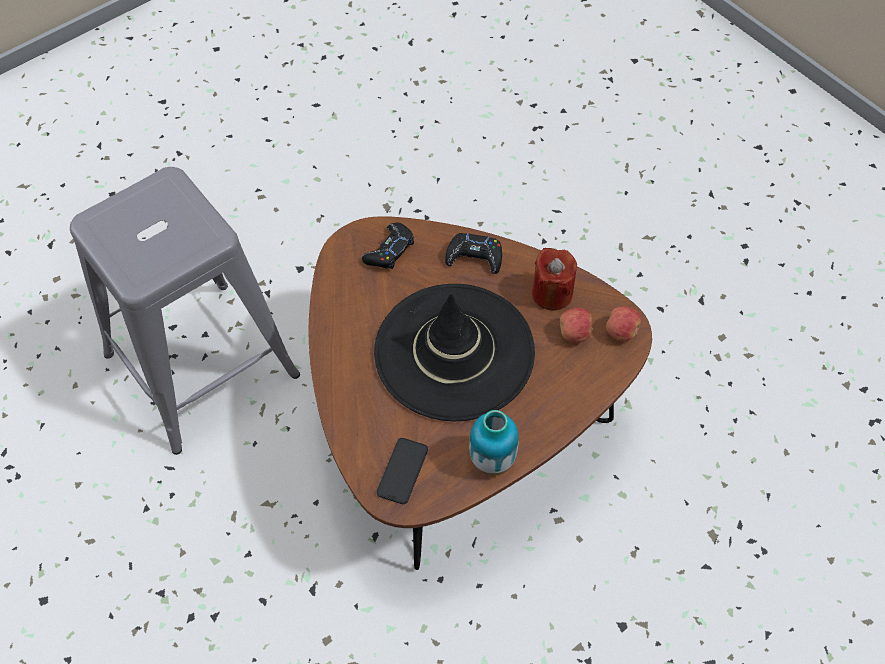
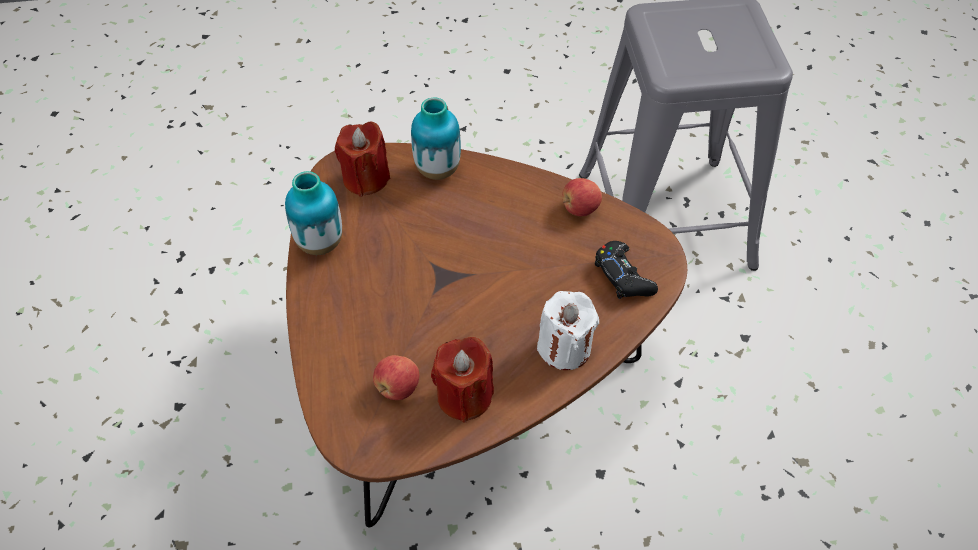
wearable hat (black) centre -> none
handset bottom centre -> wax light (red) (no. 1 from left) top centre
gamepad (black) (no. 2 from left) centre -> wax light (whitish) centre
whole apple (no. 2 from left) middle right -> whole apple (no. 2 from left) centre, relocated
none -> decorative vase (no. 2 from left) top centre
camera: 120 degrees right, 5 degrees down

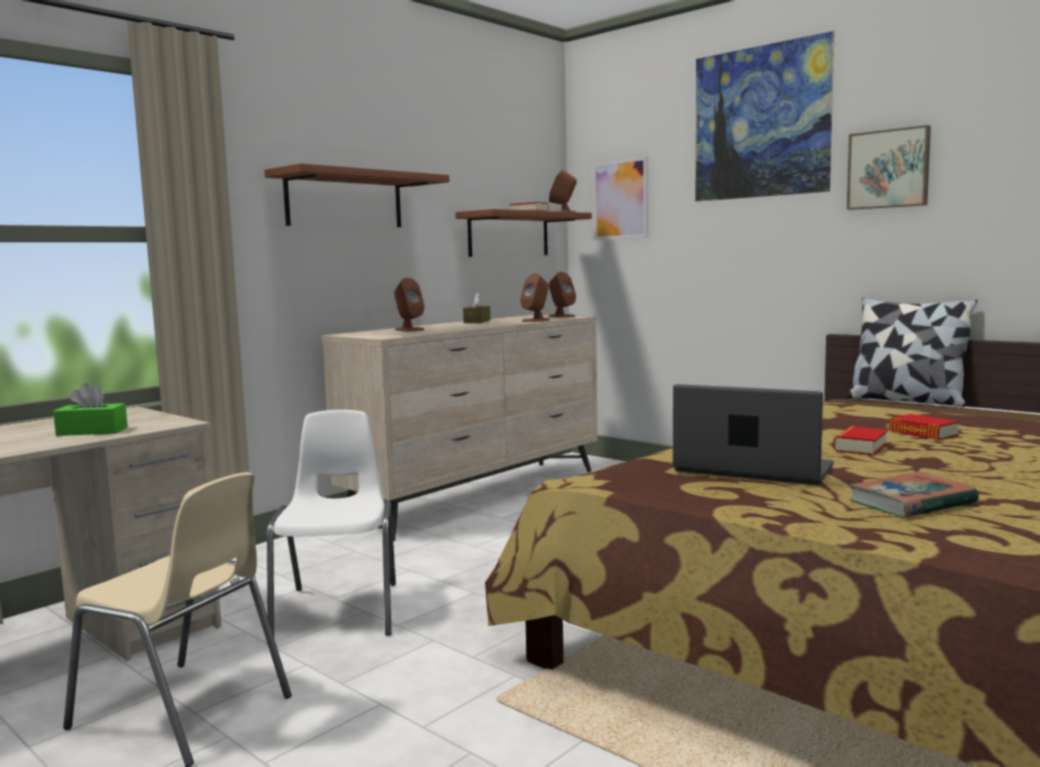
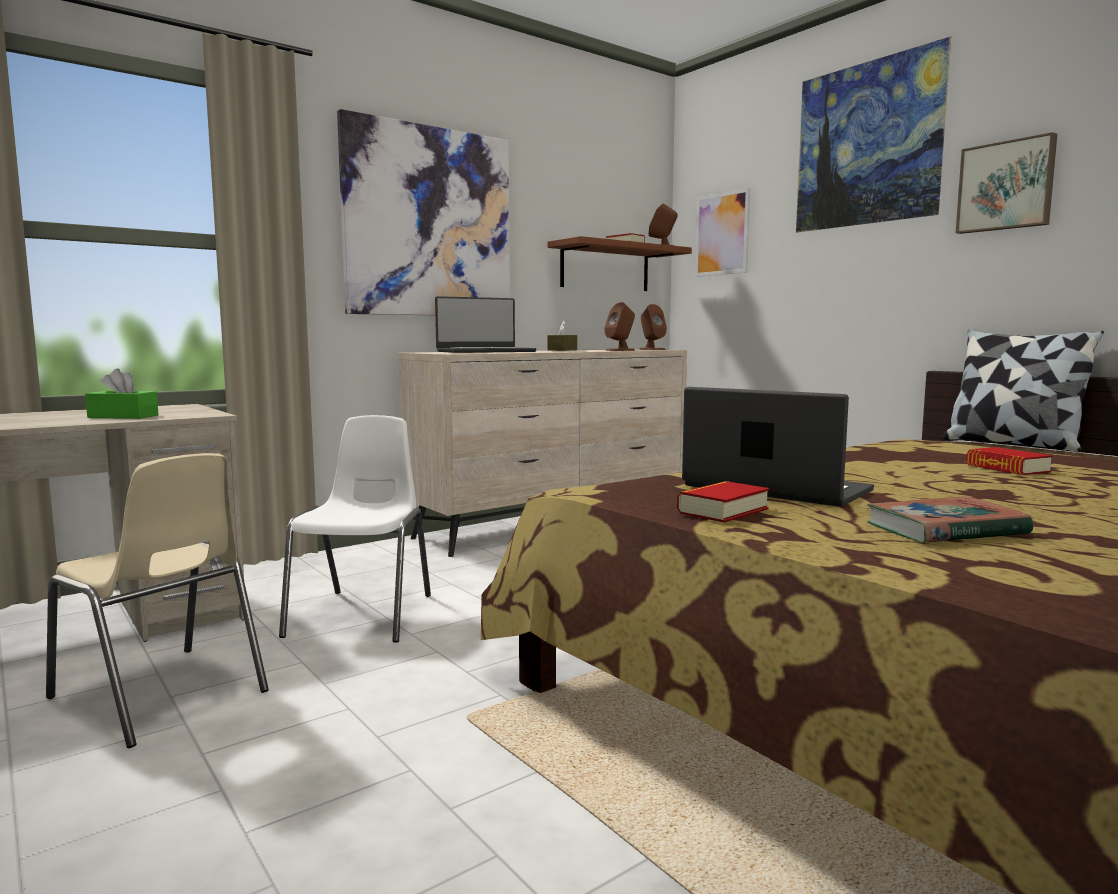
bracket shelf (brown-coloured) (no. 1 from left) top centre -> picture (no. 1 from left) top centre
loudspeaker (brown-coloured) (no. 1 from left) centre -> portable computer (no. 1 from left) centre
book (no. 2 from left) middle right -> book (no. 2 from left) centre, relocated
camera: 10 degrees right, 0 degrees up

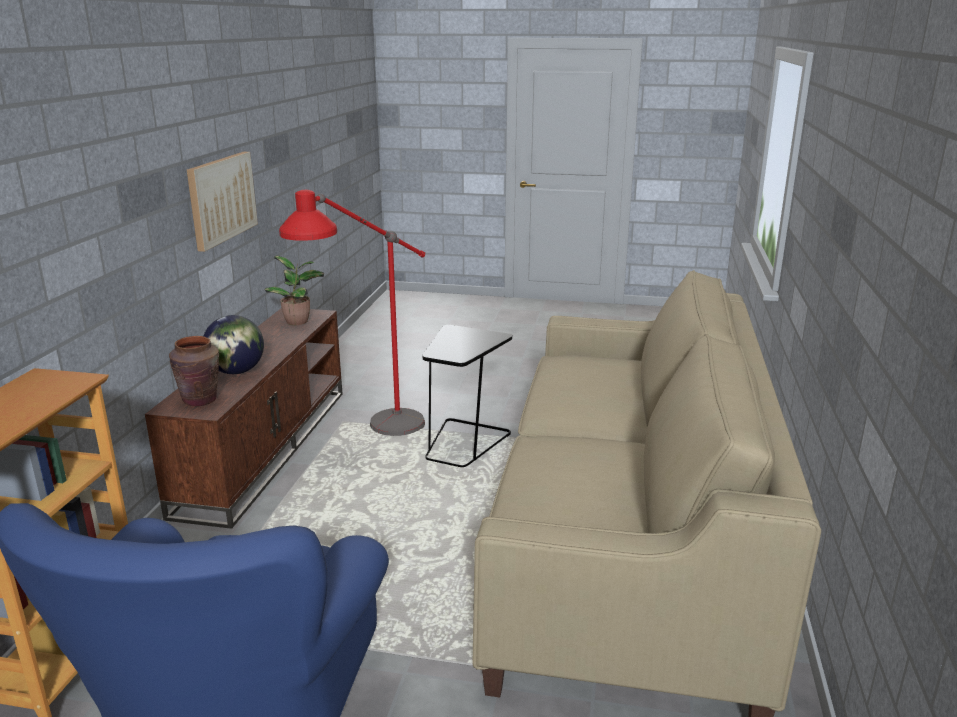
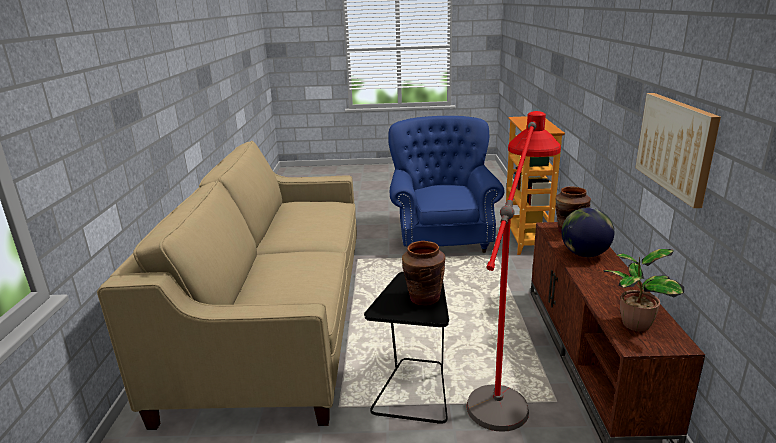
none -> decorative vase (brown-coloured) (no. 1 from left) centre
camera: 170 degrees right, 0 degrees up

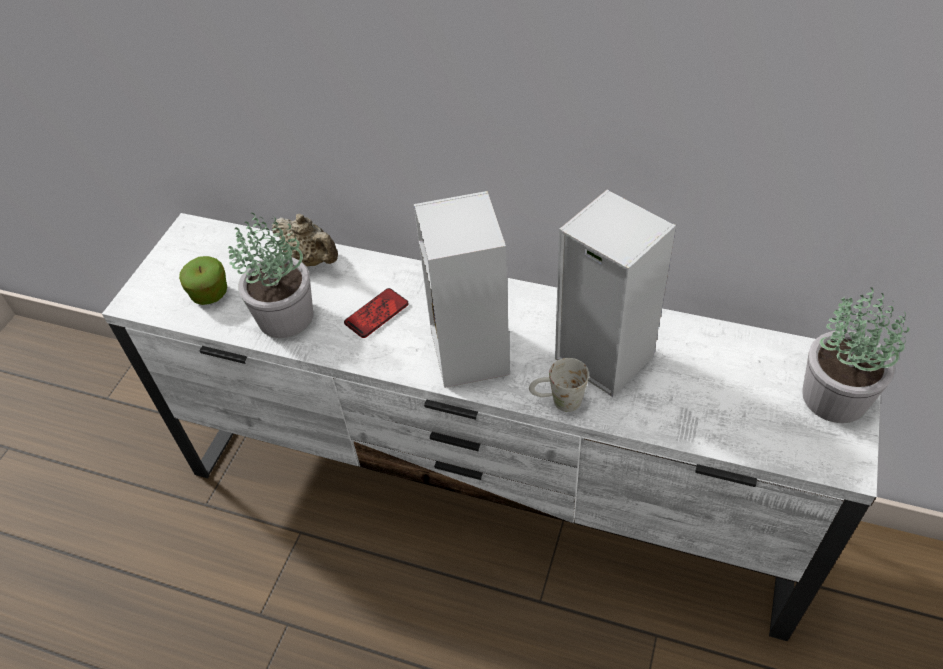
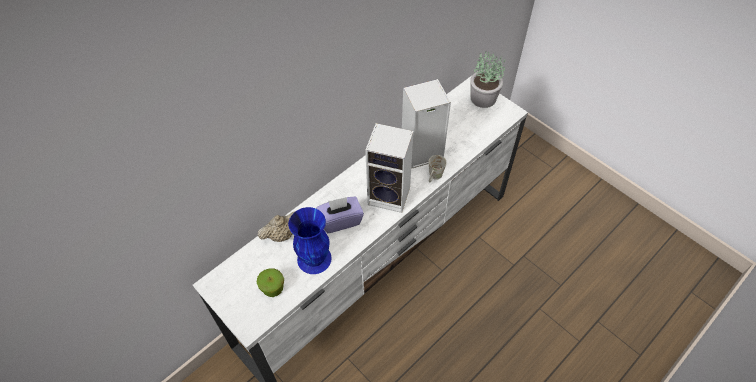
houseplant (no. 1 from left) middle left -> decorative vase (blue) centre
handset centre -> box of tissues (purple) centre
camera: 65 degrees left, 5 degrees up

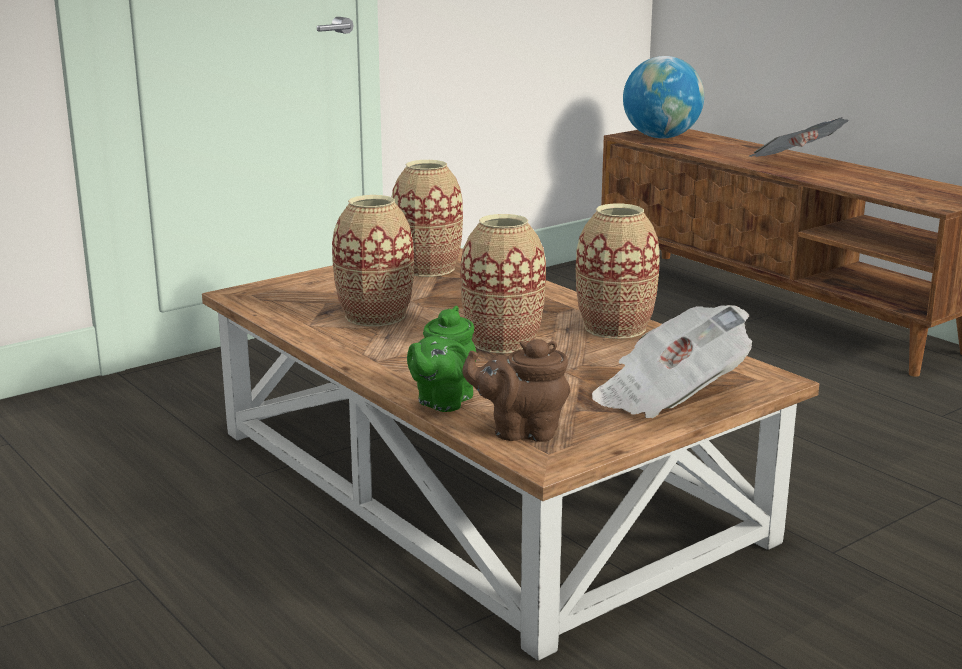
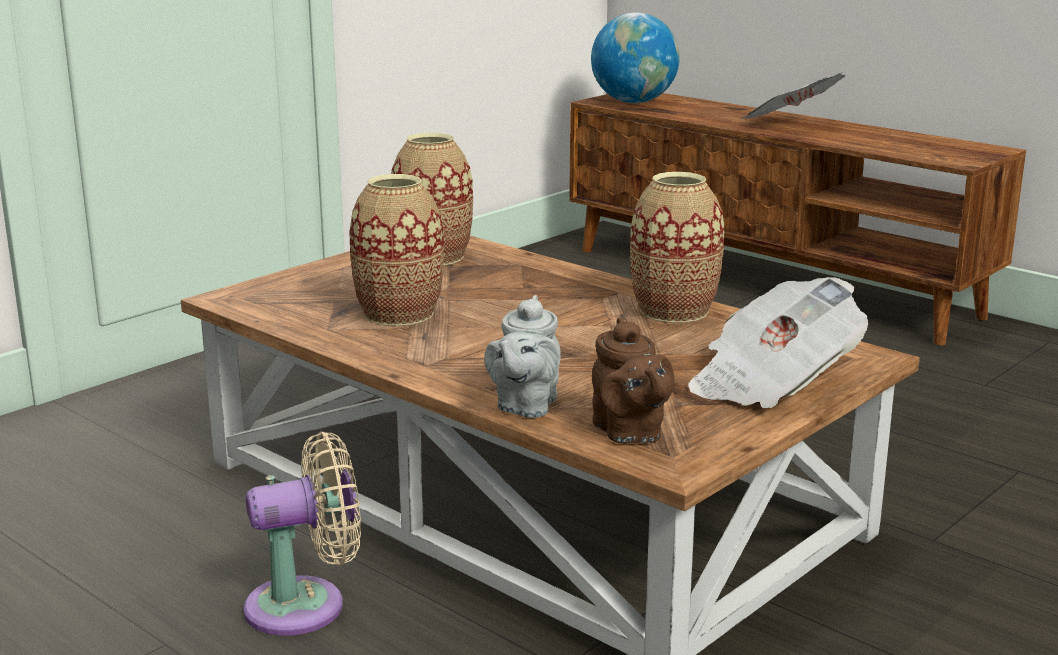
pot for tea (green) centre -> pot for tea (gray) centre
decorative vase (no. 3 from left) centre -> none
pot for tea (brown-coloured) centre, 105 degrees counterclockwise
none -> electric fan (beige) bottom left
camera: 10 degrees left, 0 degrees up

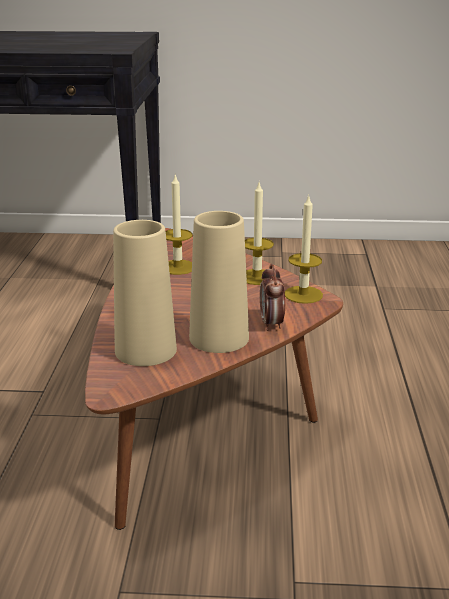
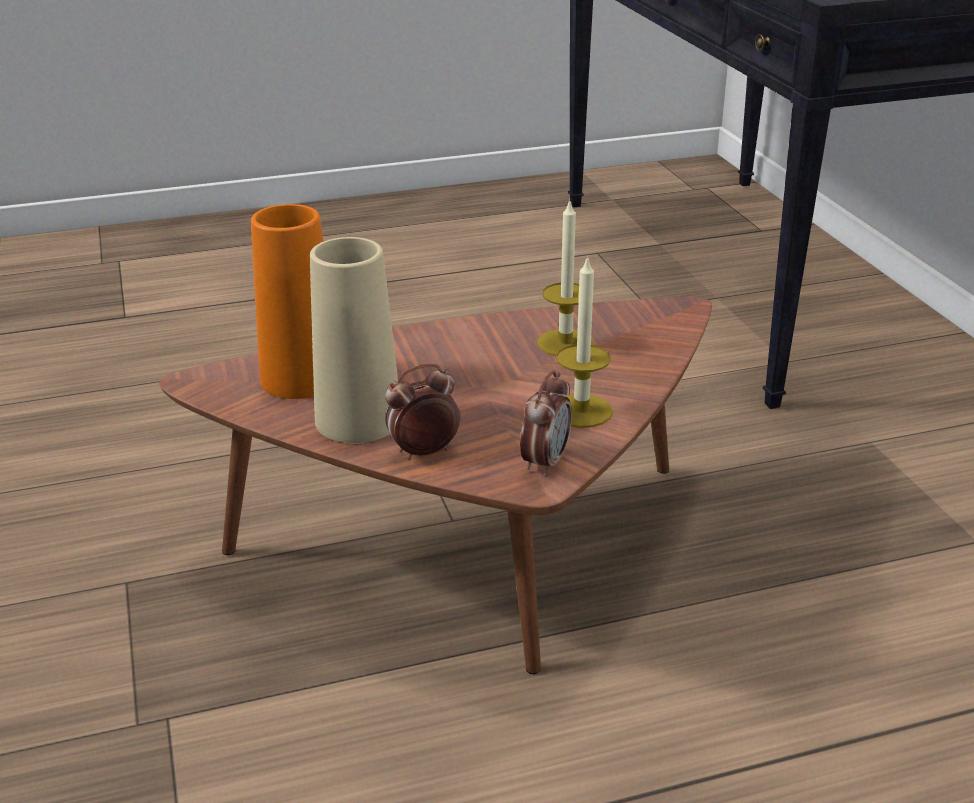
decorative vase (beige) (no. 1 from left) middle left -> decorative vase (orangey) middle left
wax light (no. 3 from left) middle right -> table clock (no. 2 from left) centre
camera: 70 degrees right, 5 degrees up

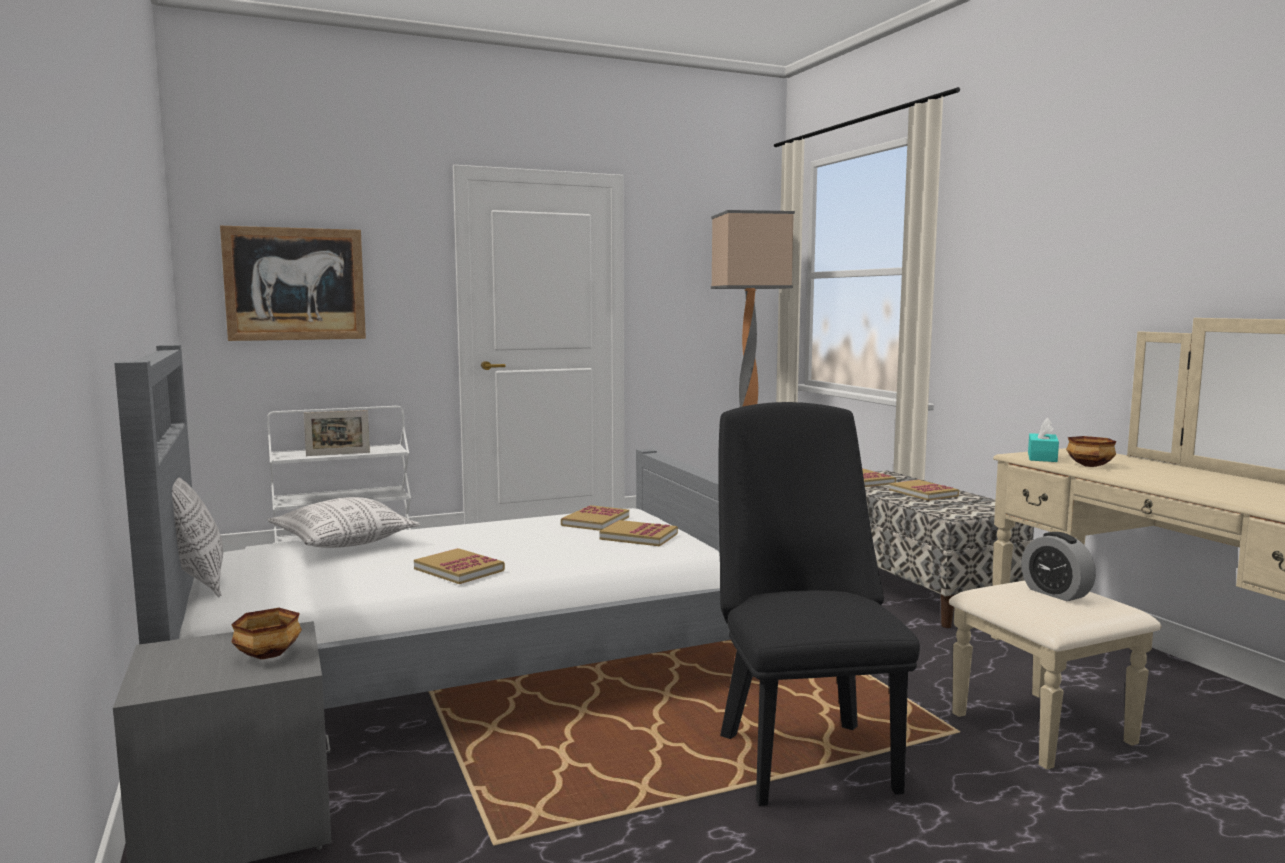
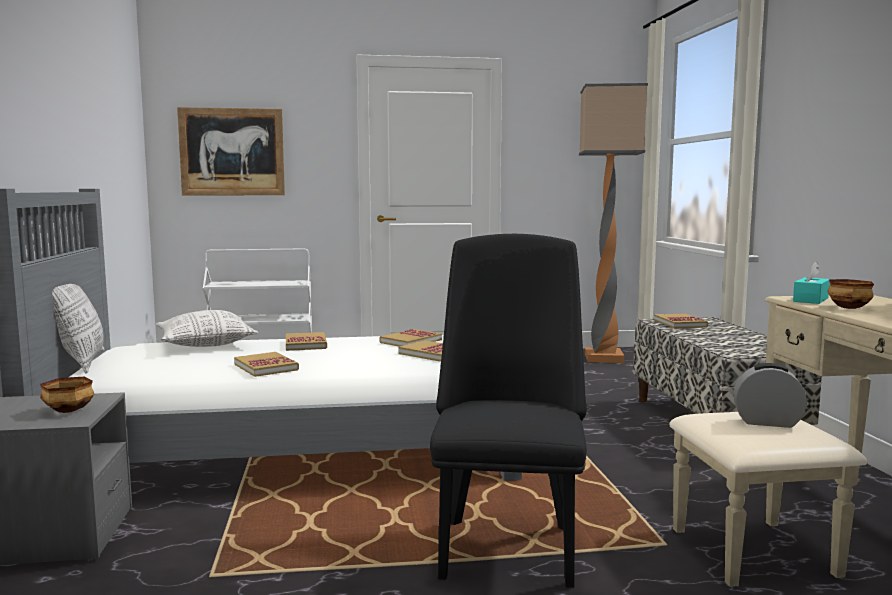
picture frame middle left -> none
book (no. 5 from left in the first image) middle right -> book (no. 2 from left) centre, relocated
table clock middle right, 120 degrees clockwise
camera: 15 degrees right, 0 degrees up

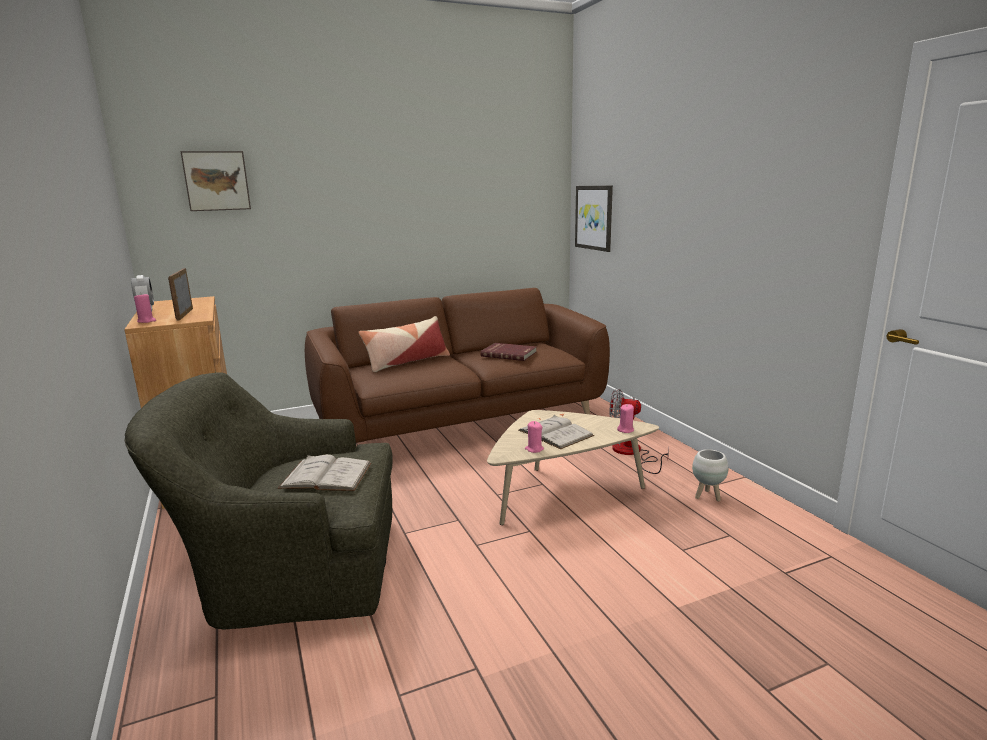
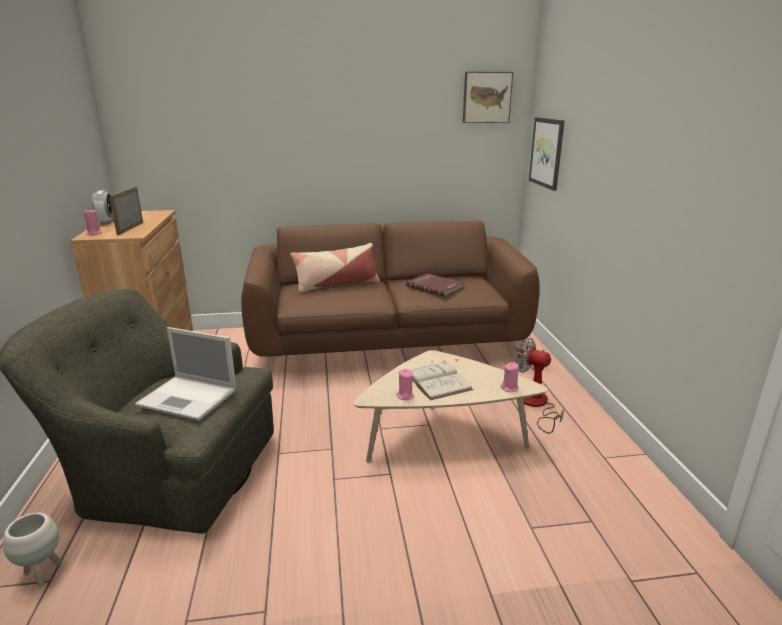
picture (no. 1 from left) top left -> picture (no. 1 from left) top centre, relocated
book (whitish) (no. 1 from left) middle left -> portable computer middle left
planter (whitish) middle right -> planter (whitish) bottom left, relocated
camera: 15 degrees right, 5 degrees up

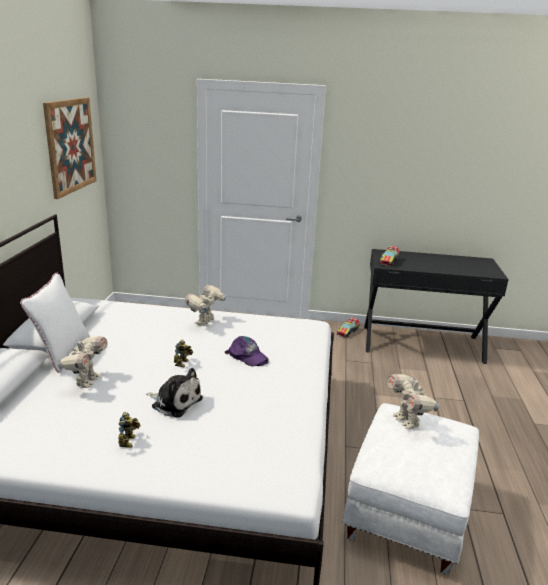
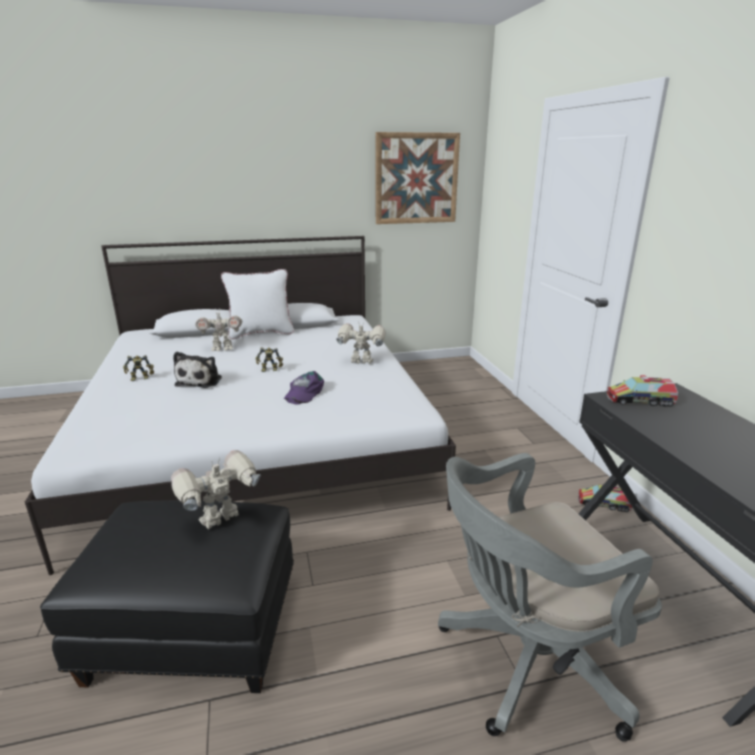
pouffe (whitish) bottom right -> pouffe (black) bottom left
none -> computer chair (gray) bottom right
camera: 70 degrees right, 0 degrees up

